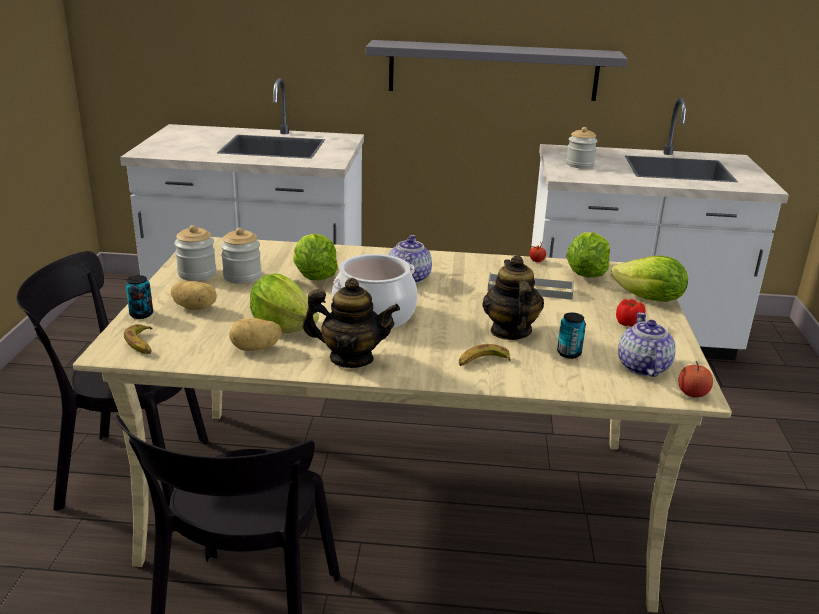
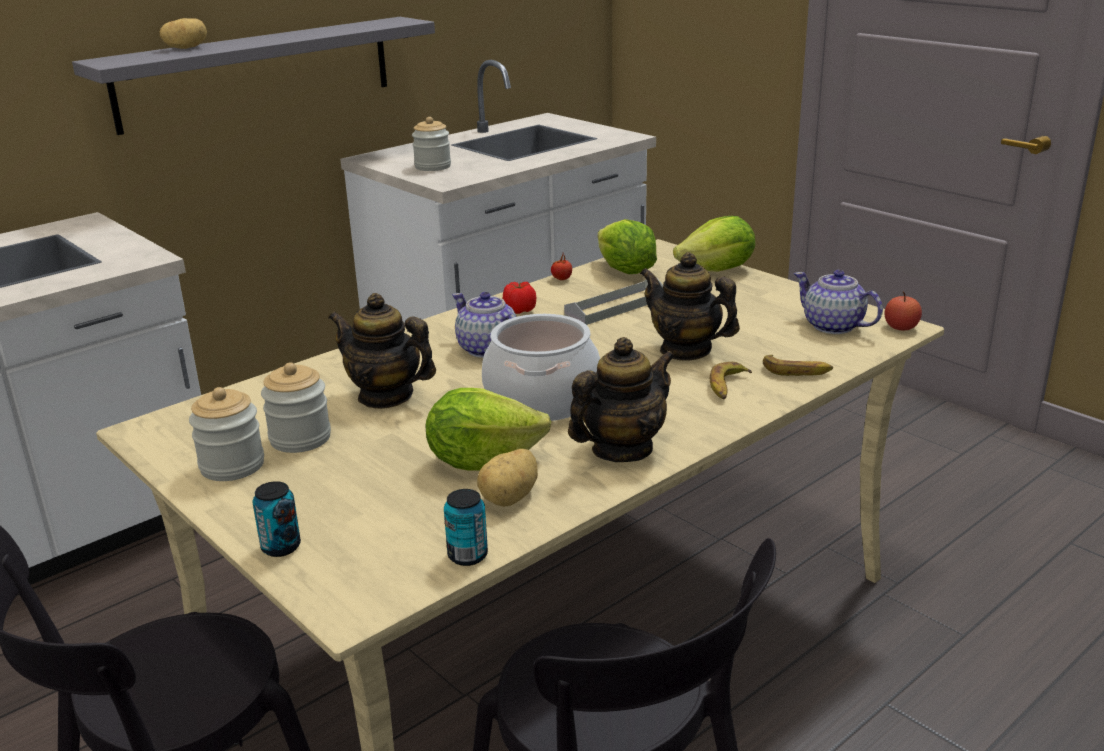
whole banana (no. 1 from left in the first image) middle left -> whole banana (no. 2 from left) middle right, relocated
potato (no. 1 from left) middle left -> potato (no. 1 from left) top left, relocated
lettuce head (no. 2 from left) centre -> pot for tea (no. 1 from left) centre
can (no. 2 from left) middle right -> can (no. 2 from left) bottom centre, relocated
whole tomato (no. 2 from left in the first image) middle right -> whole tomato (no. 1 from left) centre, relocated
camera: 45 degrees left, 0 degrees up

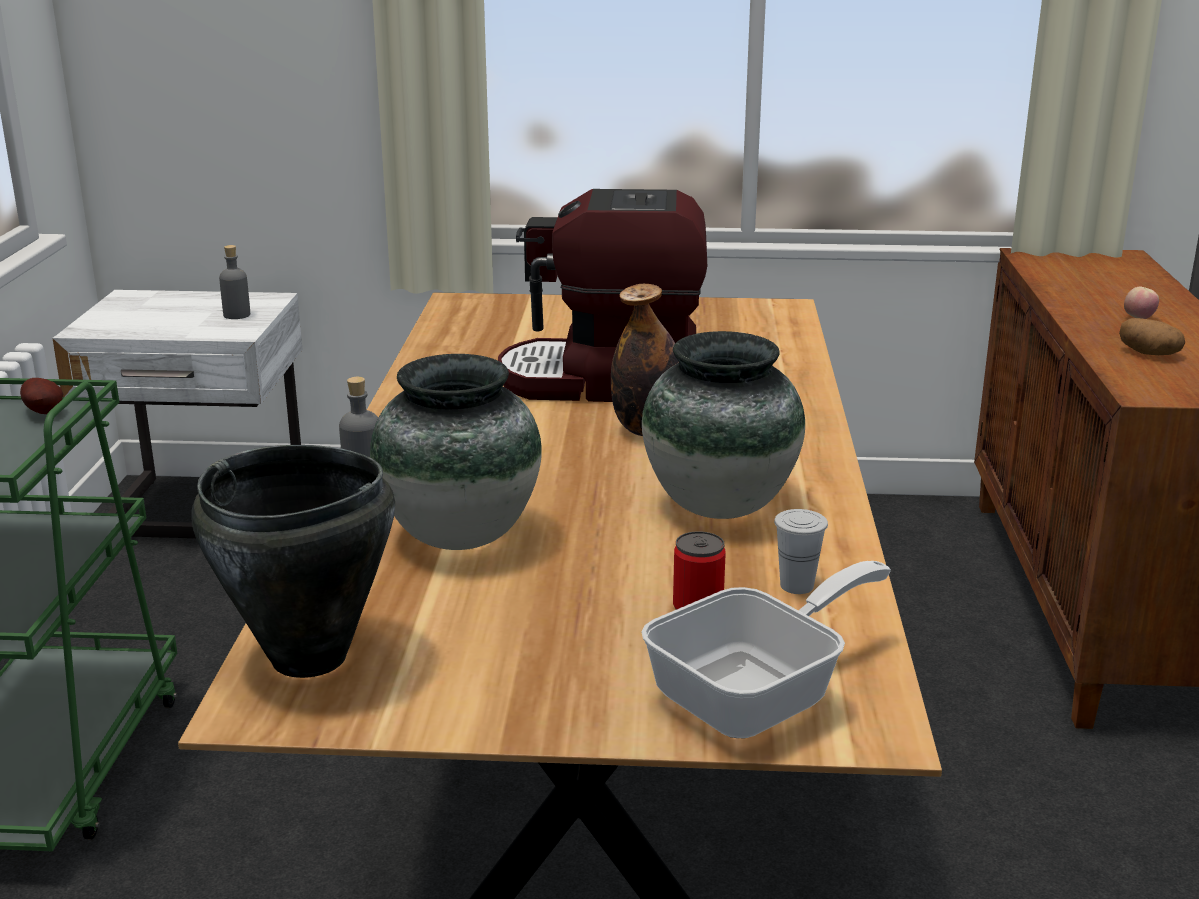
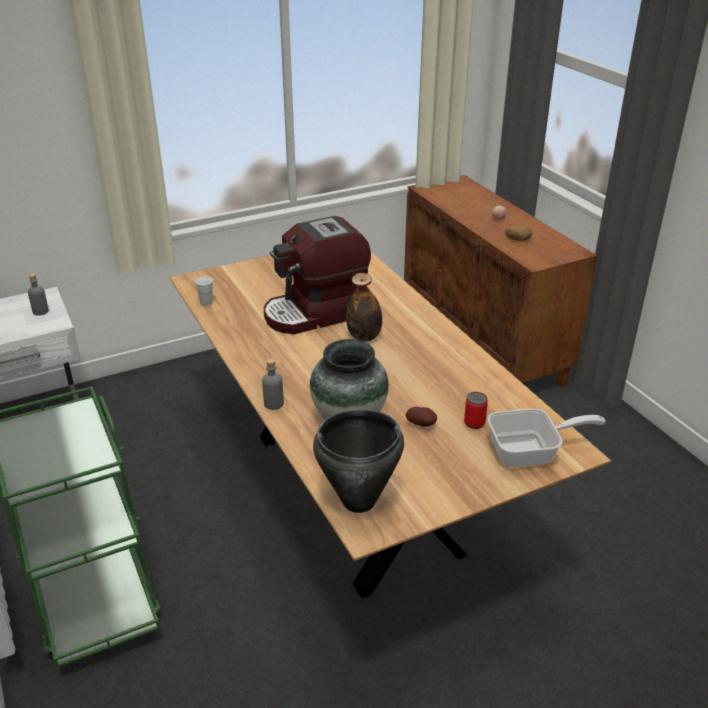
potato (no. 1 from left) middle left -> potato (no. 1 from left) centre, relocated
skillet bottom centre -> skillet middle right, 60 degrees clockwise
decorative vase (no. 2 from left) centre -> none
cup (whitish) middle right -> cup (whitish) middle left, relocated
camera: 30 degrees left, 10 degrees up

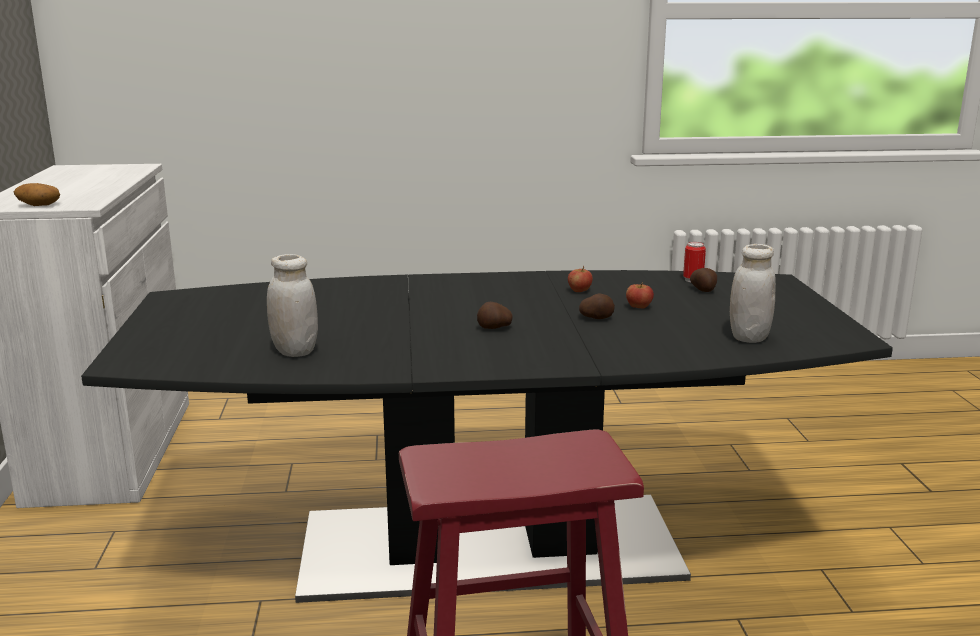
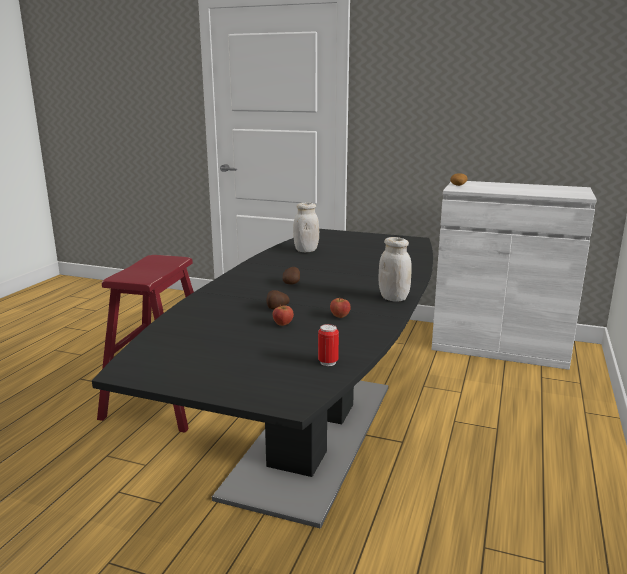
potato (no. 4 from left) middle right -> none
storage jar (whitish) (no. 2 from left) middle right -> storage jar (whitish) (no. 2 from left) centre, relocated
camera: 115 degrees right, 0 degrees up

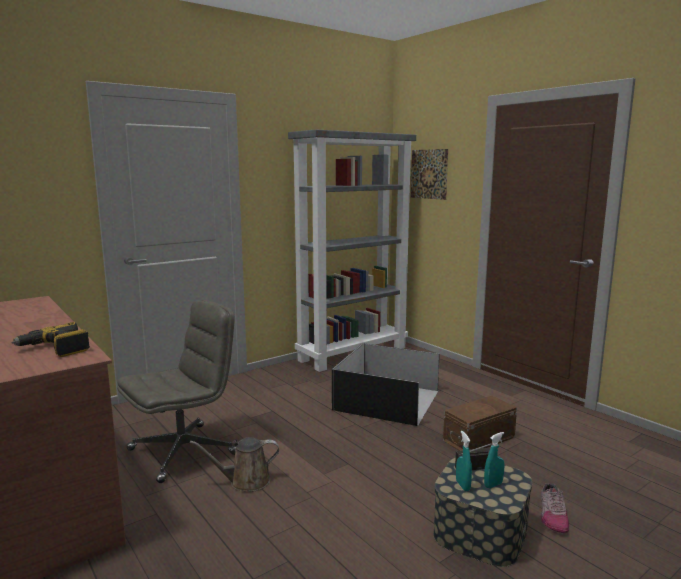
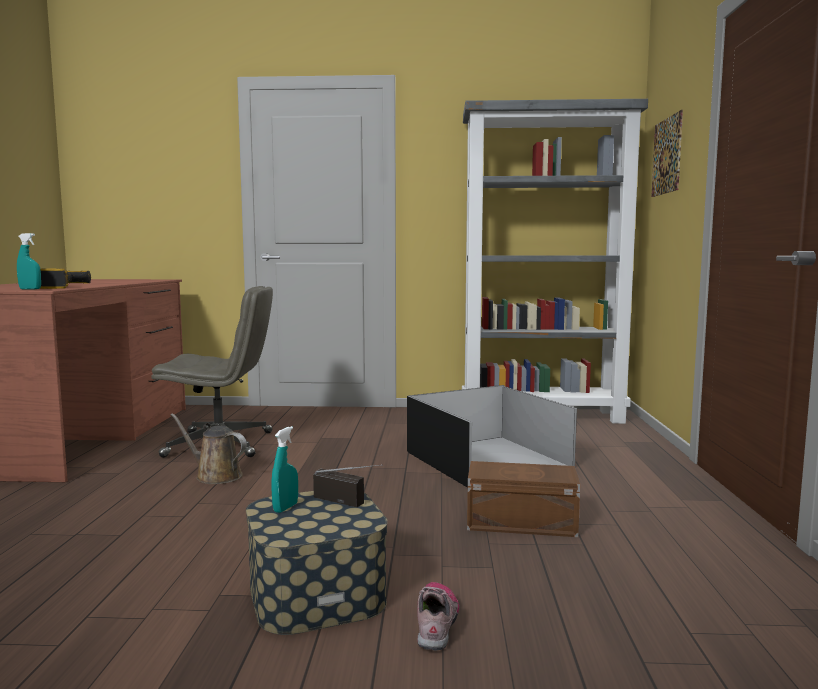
sprayer (blue-green) (no. 2 from left in the first image) bottom right -> sprayer (blue-green) (no. 1 from left) middle left, relocated
shoe bottom right -> shoe bottom centre, 135 degrees clockwise
camera: 40 degrees right, 5 degrees down

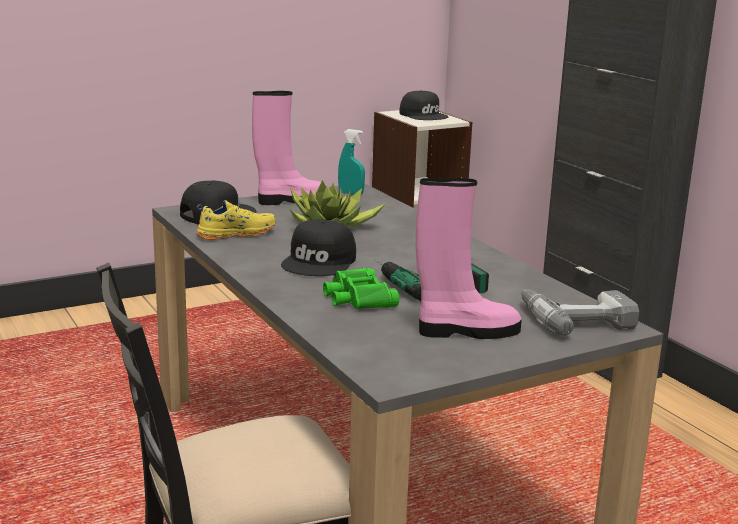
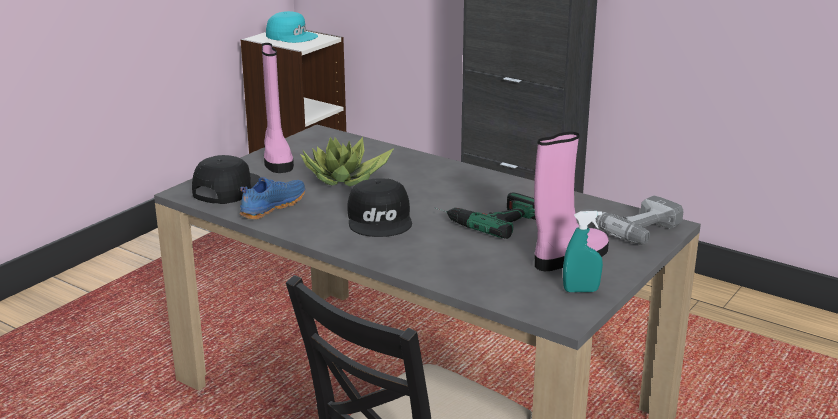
shoe (yellowish) middle left -> shoe (blue) middle left
high-top boot (pink-coloured) (no. 1 from left) top centre -> high-top boot (pink-coloured) (no. 1 from left) top left, 120 degrees clockwise
pair of binoculars (green) centre -> none
sprayer (blue-green) top centre -> sprayer (blue-green) middle right, relocated
baseball cap (black) (no. 3 from left) top centre -> baseball cap (blue-green) top centre
camera: 25 degrees left, 5 degrees up

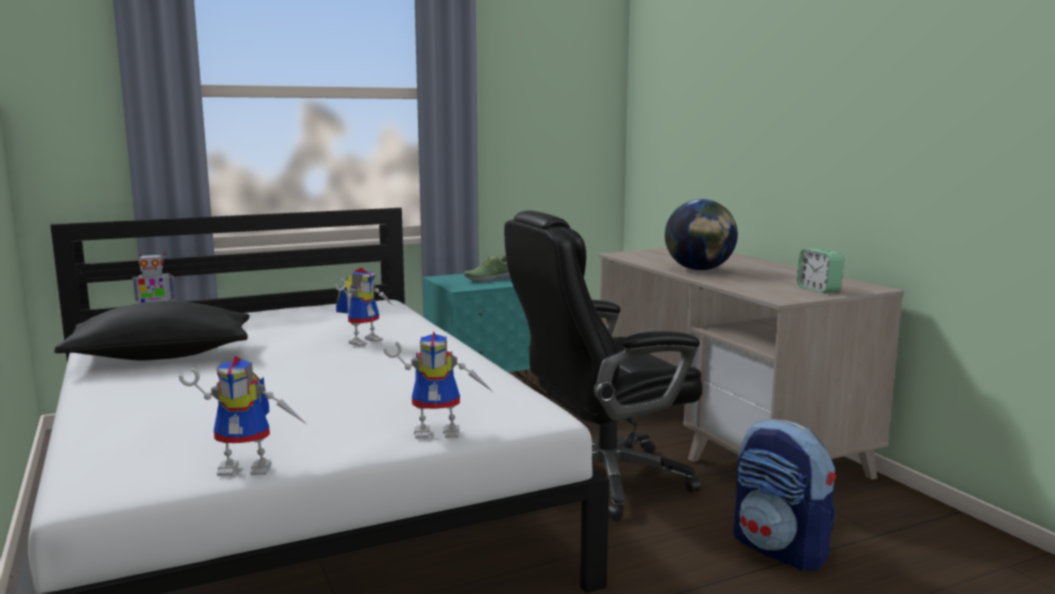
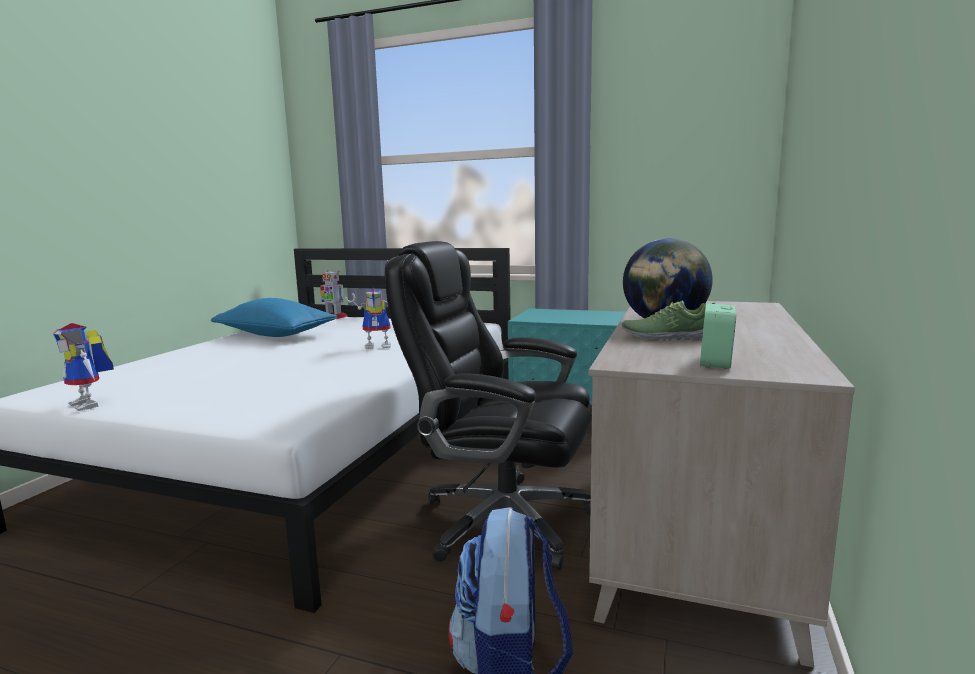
cushion (black) middle left -> cushion (blue) middle left
toy robot (no. 4 from left) centre -> none
shoe centre -> shoe middle right, relocated
camera: 45 degrees right, 0 degrees up

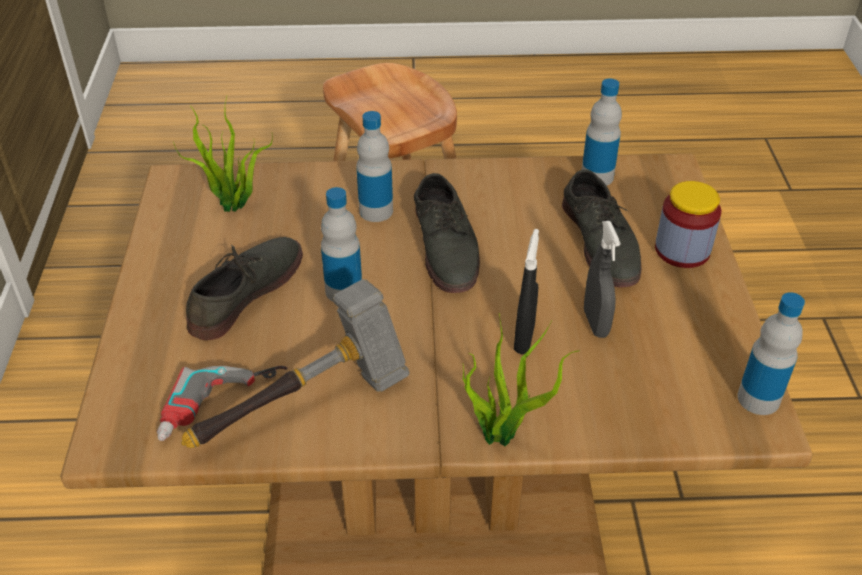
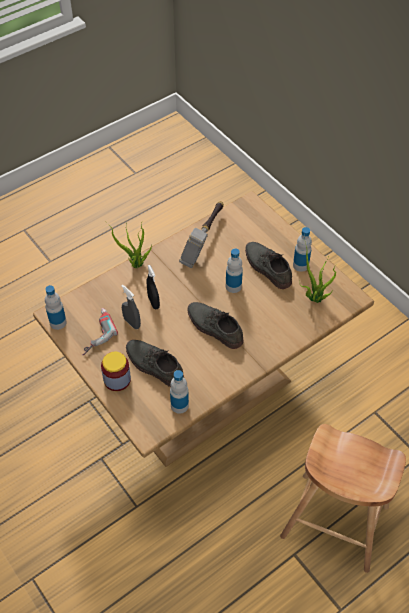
drill bottom left -> drill middle left, relocated
shoe (gray) (no. 1 from left in the first image) middle left -> shoe (gray) (no. 3 from left) centre, 150 degrees clockwise
drink bottle (no. 2 from left in the first image) top centre -> drink bottle (no. 4 from left) middle right, relocated
camera: 145 degrees right, 10 degrees up

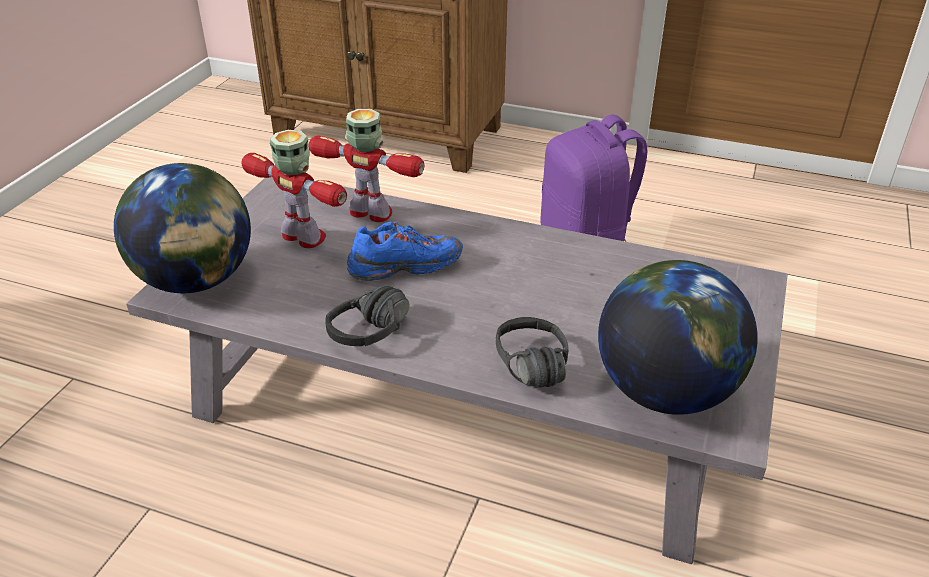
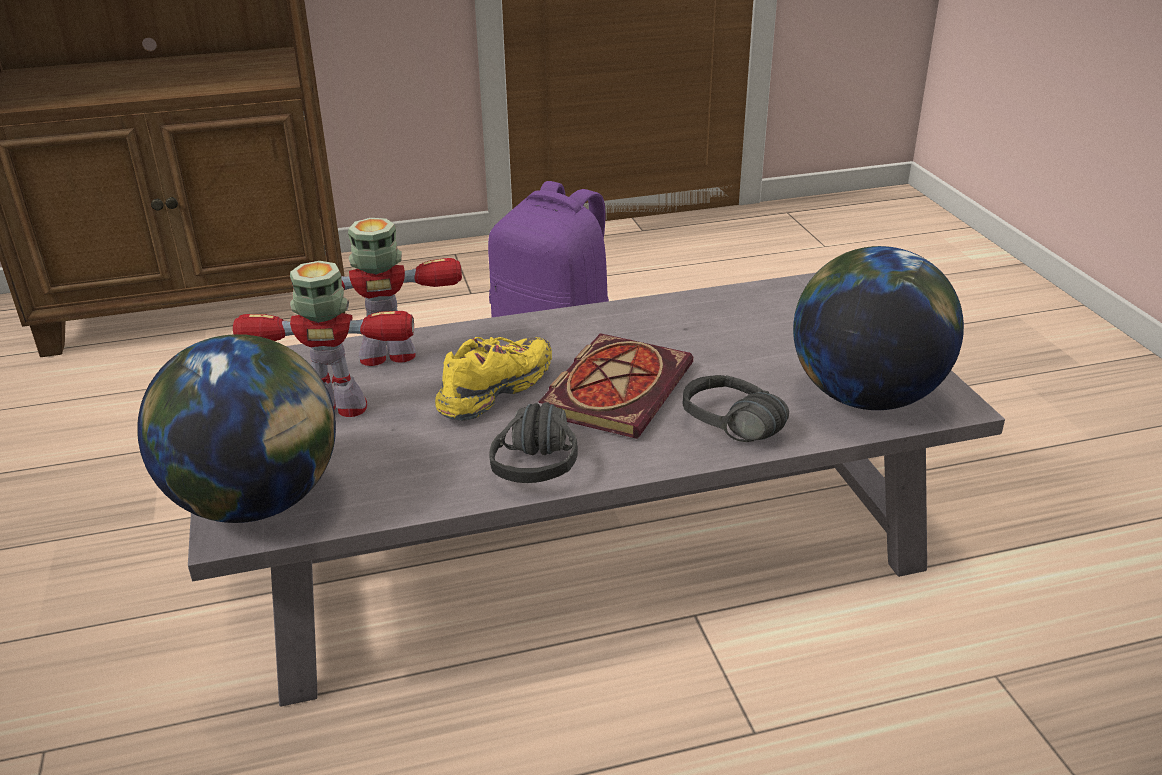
shoe (blue) centre -> shoe (yellowish) centre
none -> book centre
camera: 35 degrees left, 5 degrees down

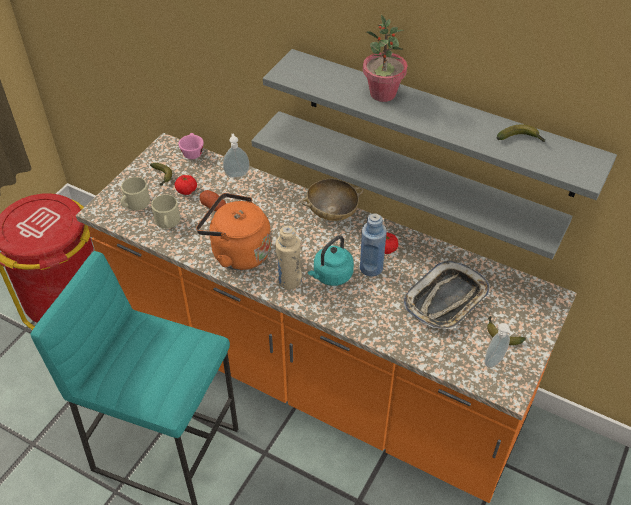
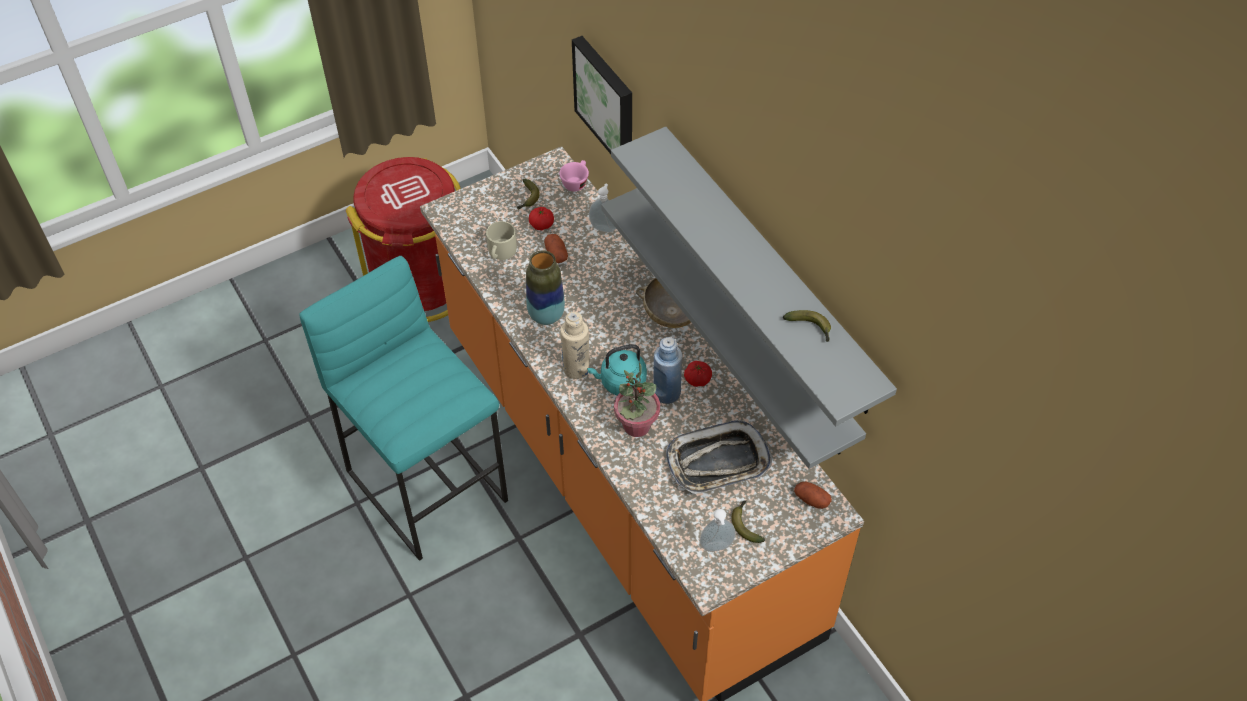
tea mug (beige) (no. 1 from left) middle left -> none
tea kettle (orangey) centre -> decorative vase centre
houseplant top centre -> houseplant centre, relocated
none -> picture top centre
none -> potato (no. 2 from left) bottom centre
camera: 30 degrees right, 5 degrees up

